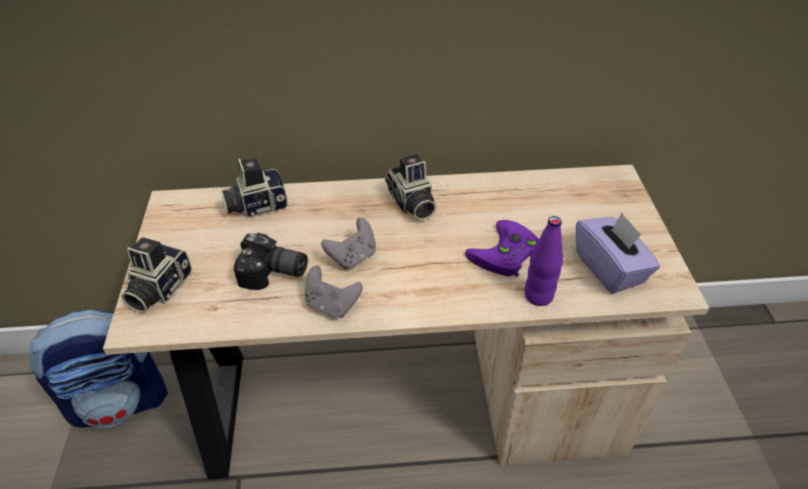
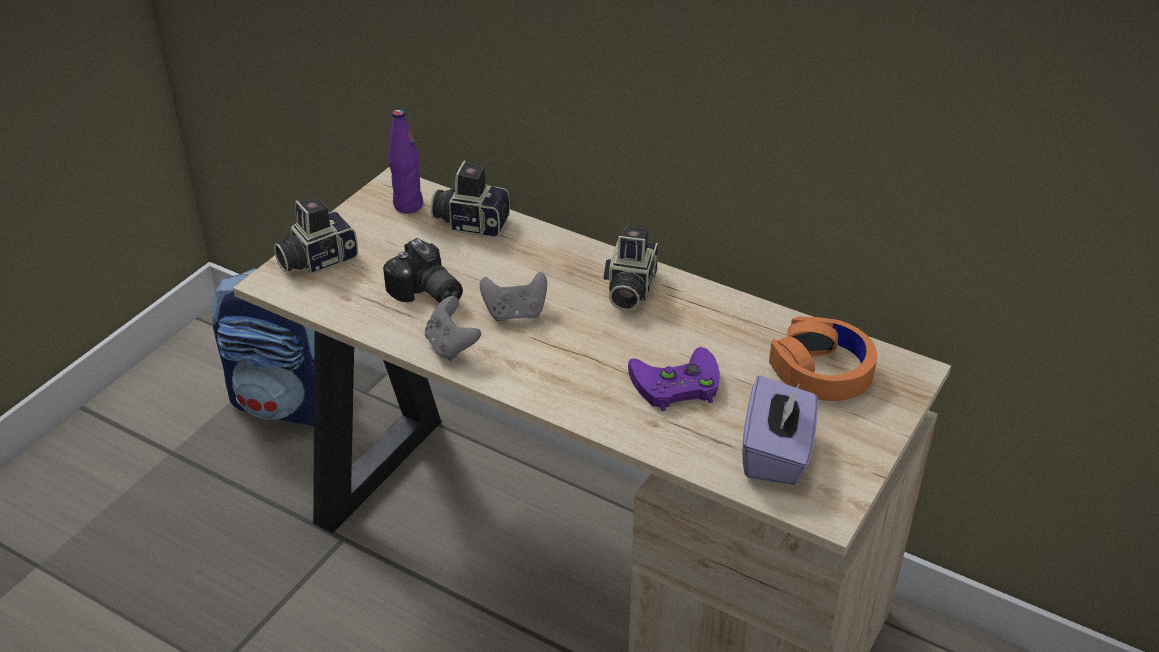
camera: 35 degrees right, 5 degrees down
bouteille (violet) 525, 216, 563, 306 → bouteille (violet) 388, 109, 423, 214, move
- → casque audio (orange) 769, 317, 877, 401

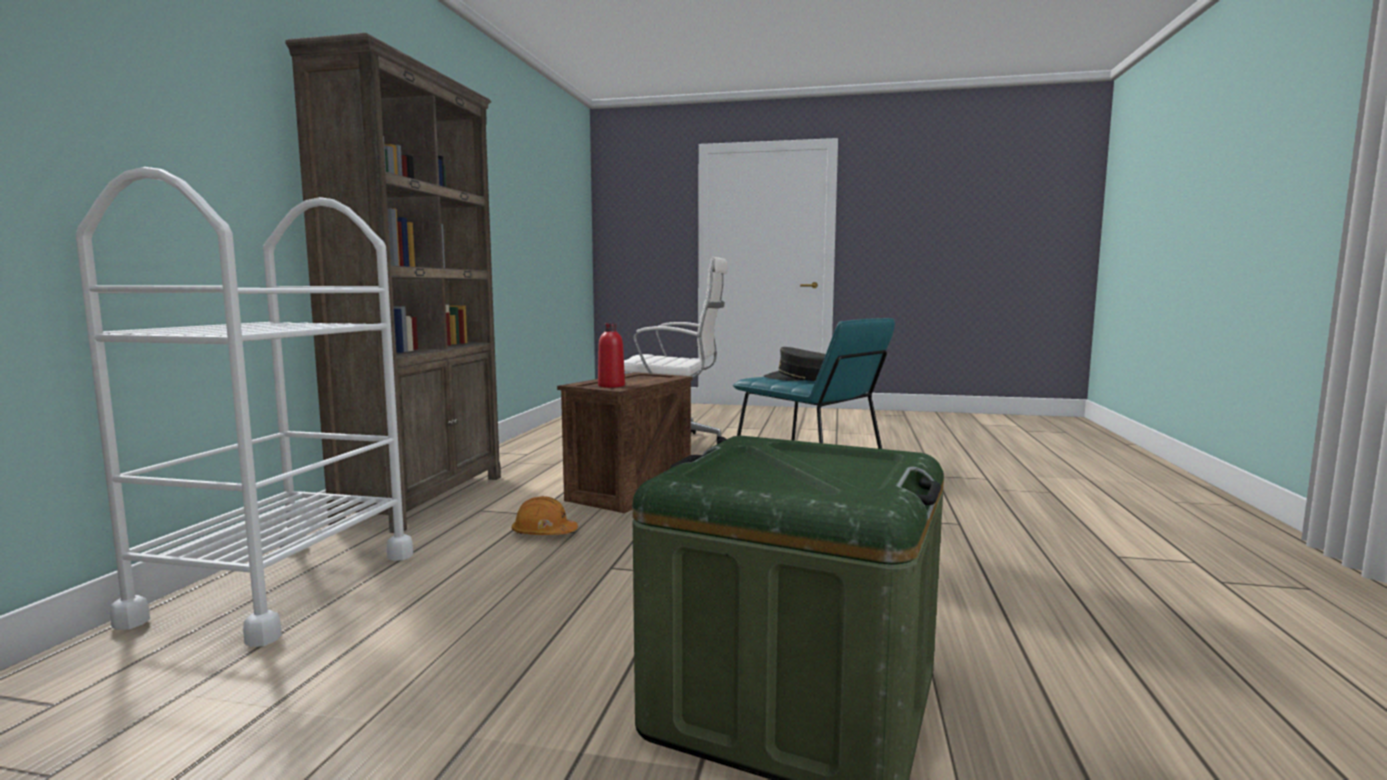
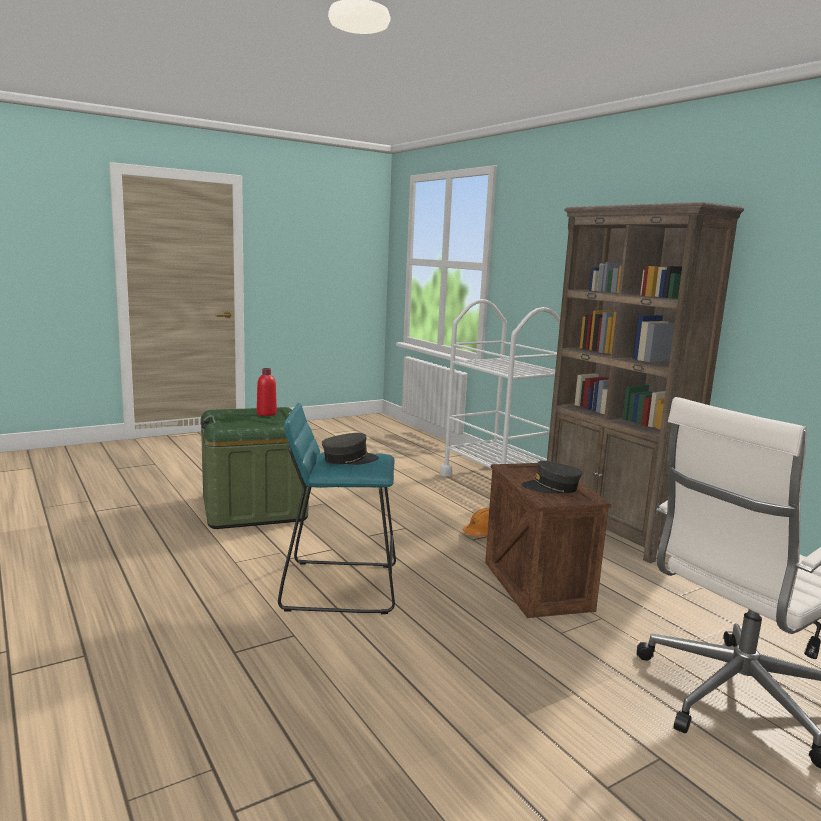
camera: 135 degrees right, 5 degrees up
bouteille (rouge) 598, 323, 625, 388 → bouteille (rouge) 257, 368, 277, 416, move
- → casquette (gris) 521, 461, 582, 494

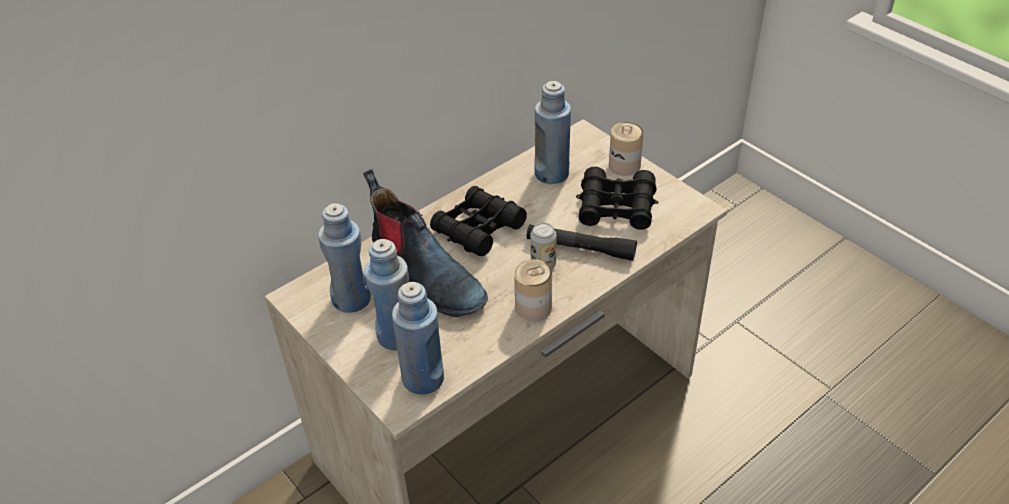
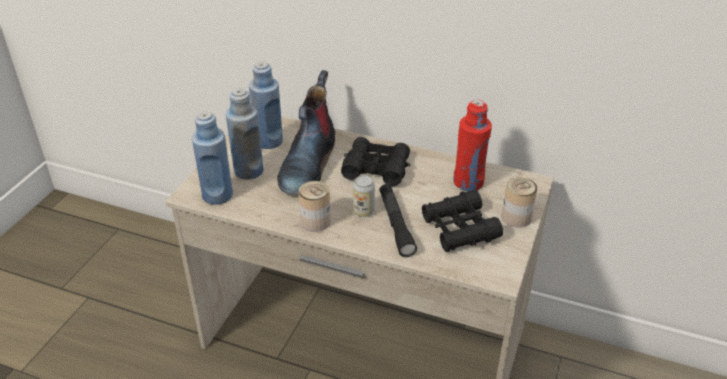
camera: 60 degrees right, 5 degrees down
bouteille (bleu) 534, 81, 571, 184 → bouteille (rouge) 453, 100, 492, 191

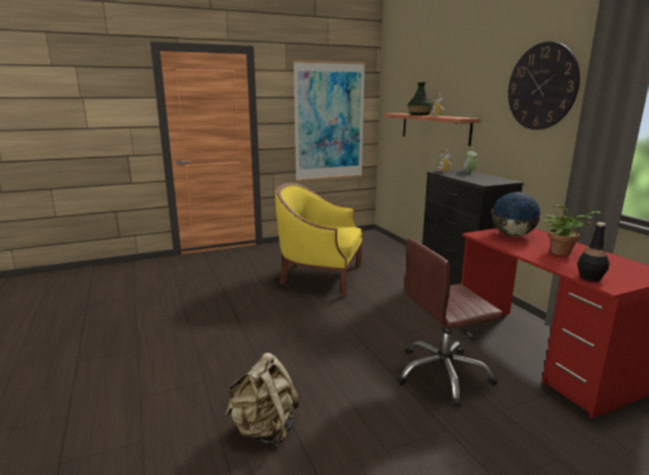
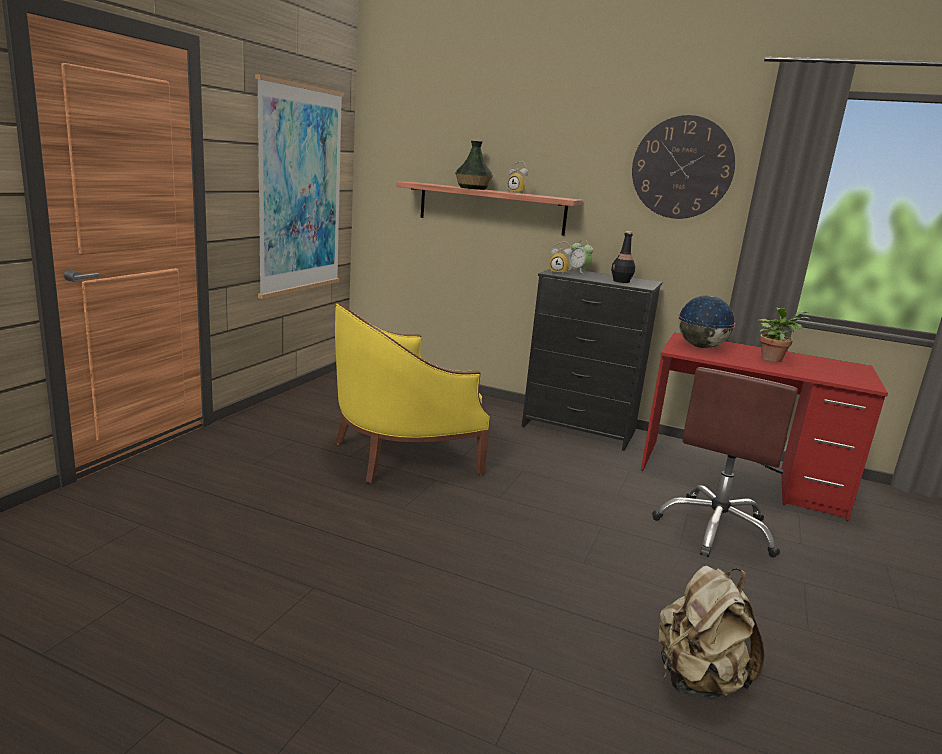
camera: 45 degrees left, 0 degrees up
bouteille (noir) 577, 222, 609, 282 → bouteille (noir) 611, 231, 635, 283, move

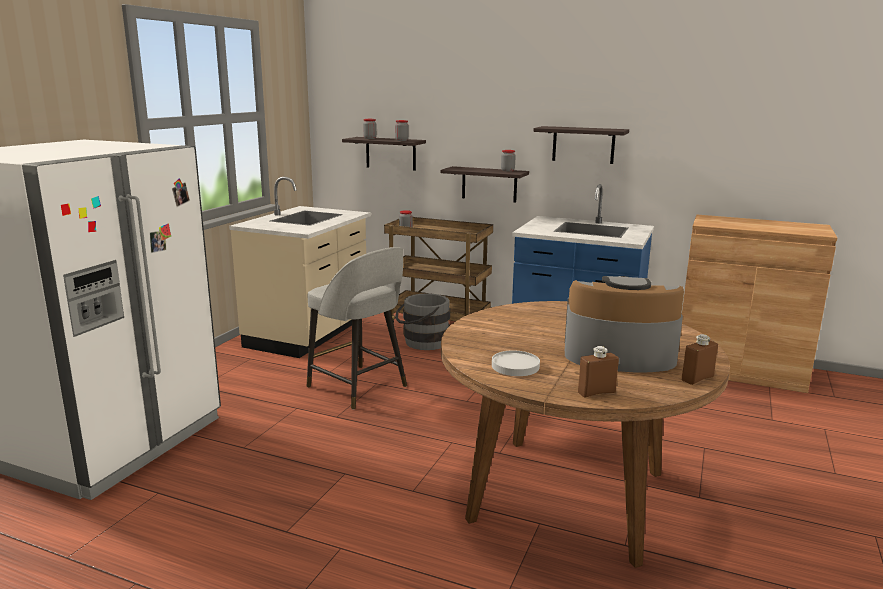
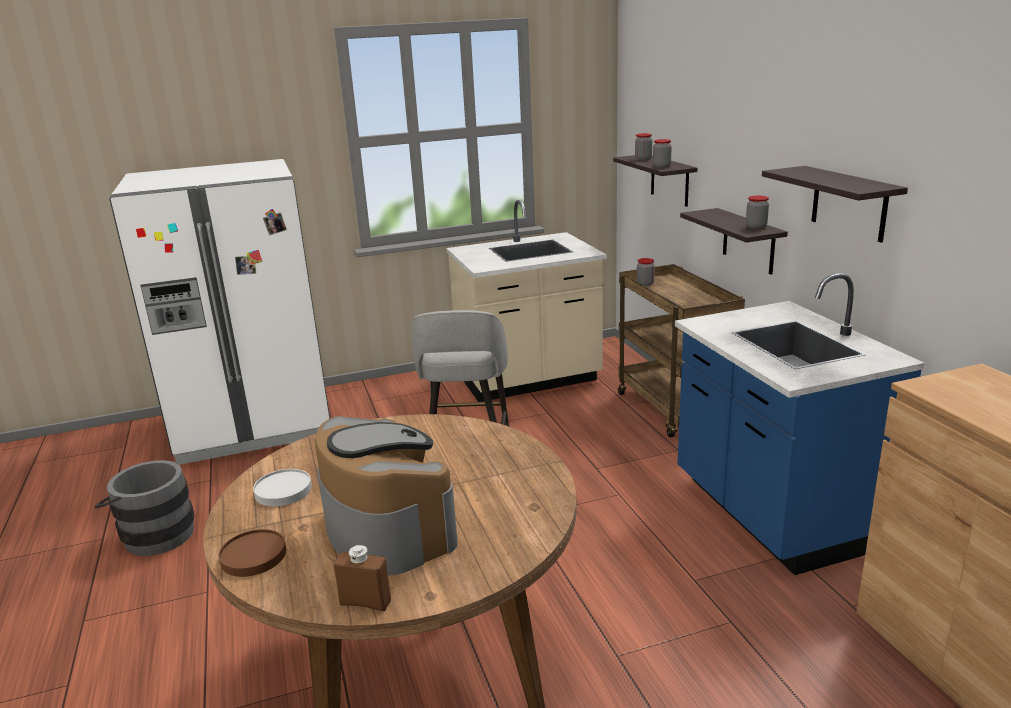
camera: 50 degrees right, 5 degrees up
seau (gris) 395, 293, 450, 350 → seau (gris) 95, 460, 194, 556, move
bouteille (marron) 578, 346, 619, 398 → assiette (marron) 219, 529, 286, 577

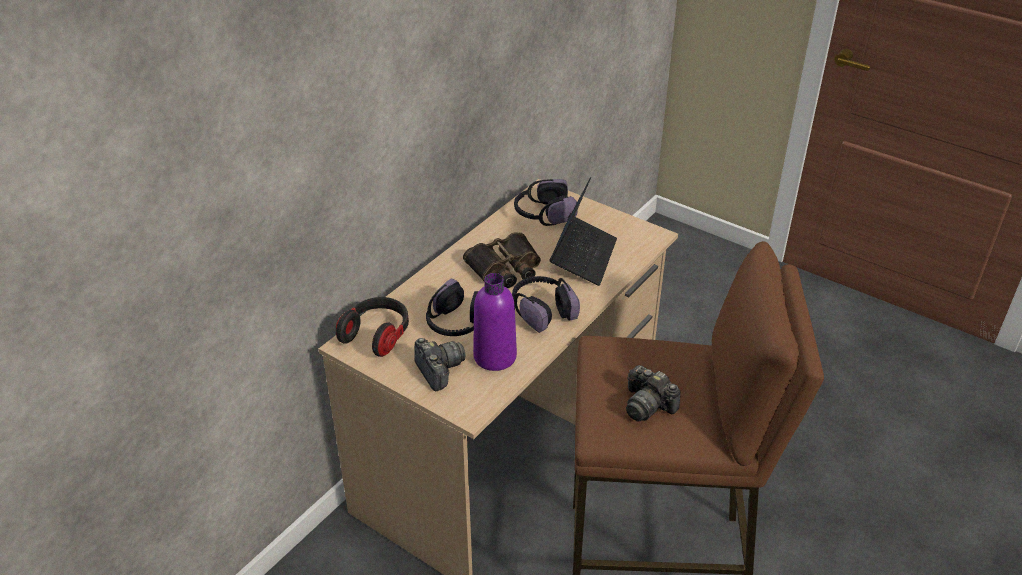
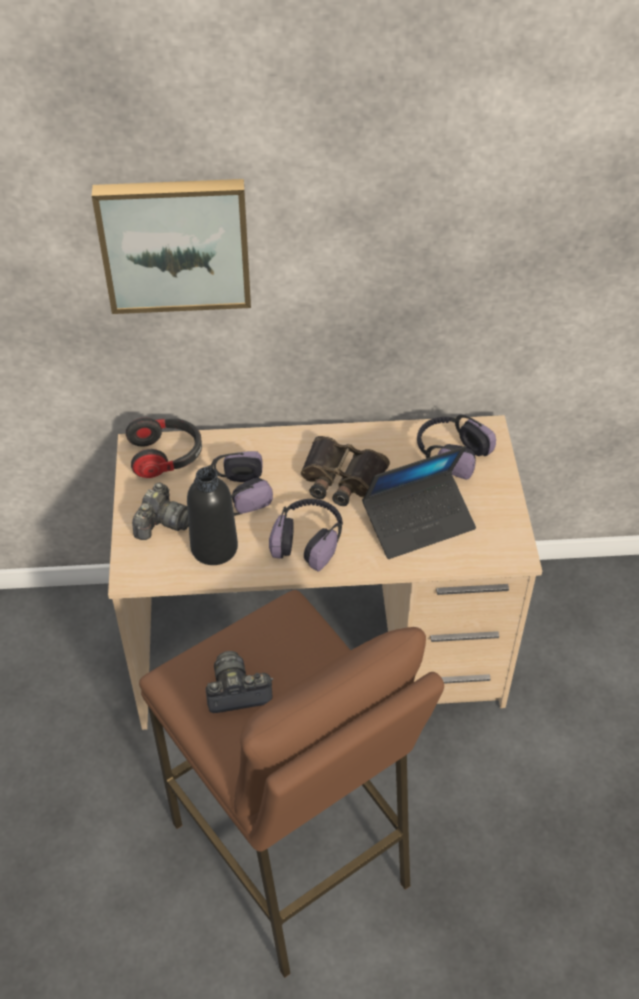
camera: 50 degrees right, 10 degrees up
bouteille (violet) 473, 273, 517, 371 → bouteille (noir) 187, 467, 238, 565
appareil photo 626, 365, 681, 421 → appareil photo 206, 651, 273, 713, 75 degrees clockwise
- → tableau 92, 179, 251, 314

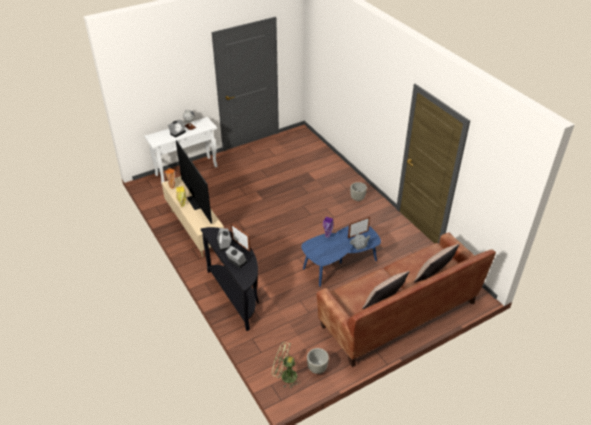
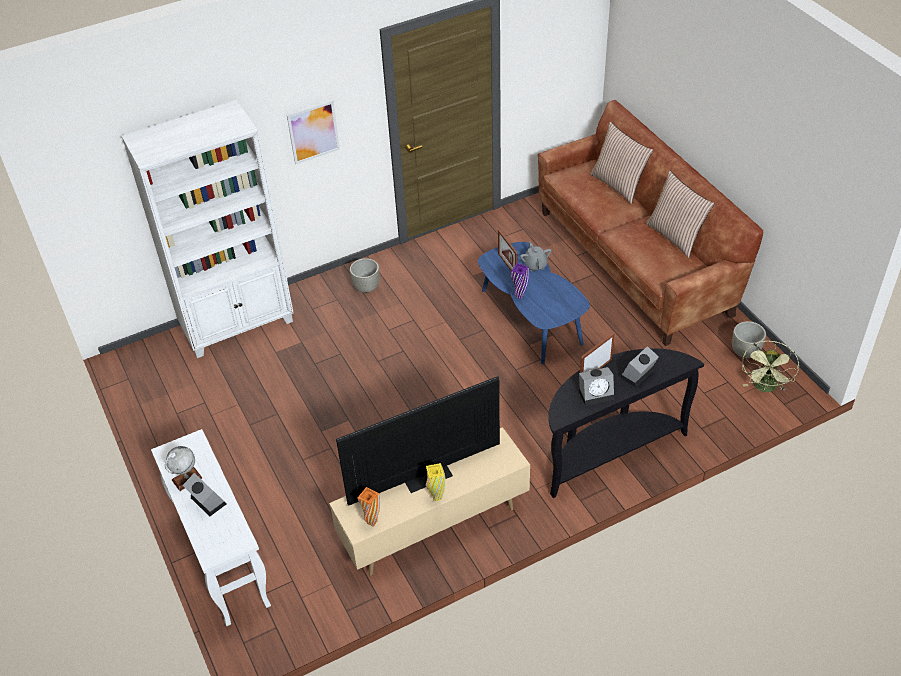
camera: 85 degrees left, 5 degrees up
- → bibliothèque (blanc) 122, 100, 294, 358
- → tableau 287, 100, 340, 164

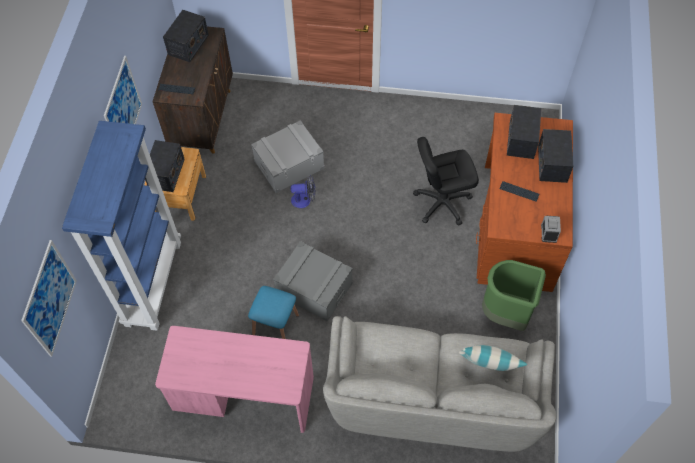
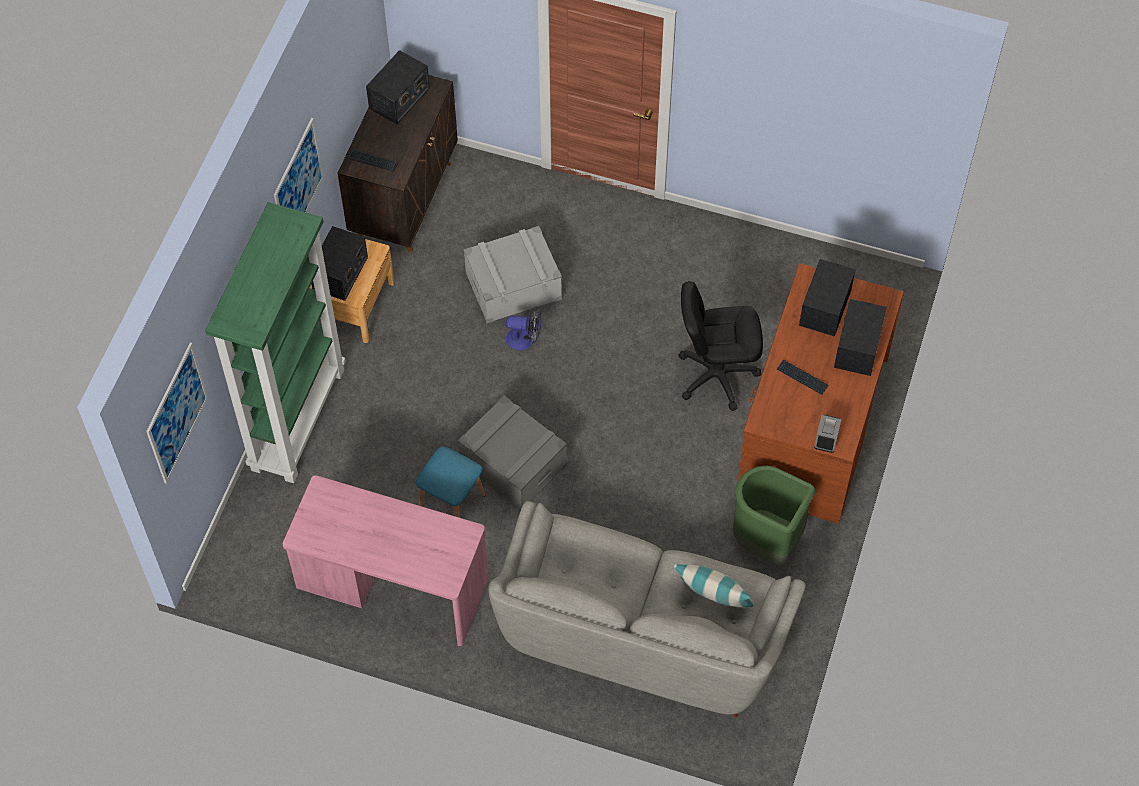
camera: 10 degrees right, 0 degrees up
bibliothèque (bleu) 62, 121, 181, 331 → bibliothèque (vert) 205, 202, 346, 483

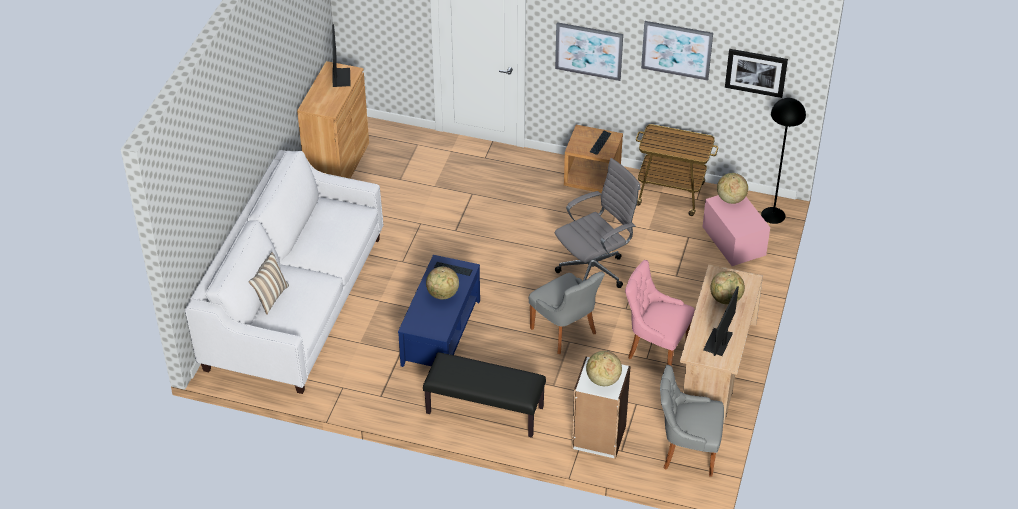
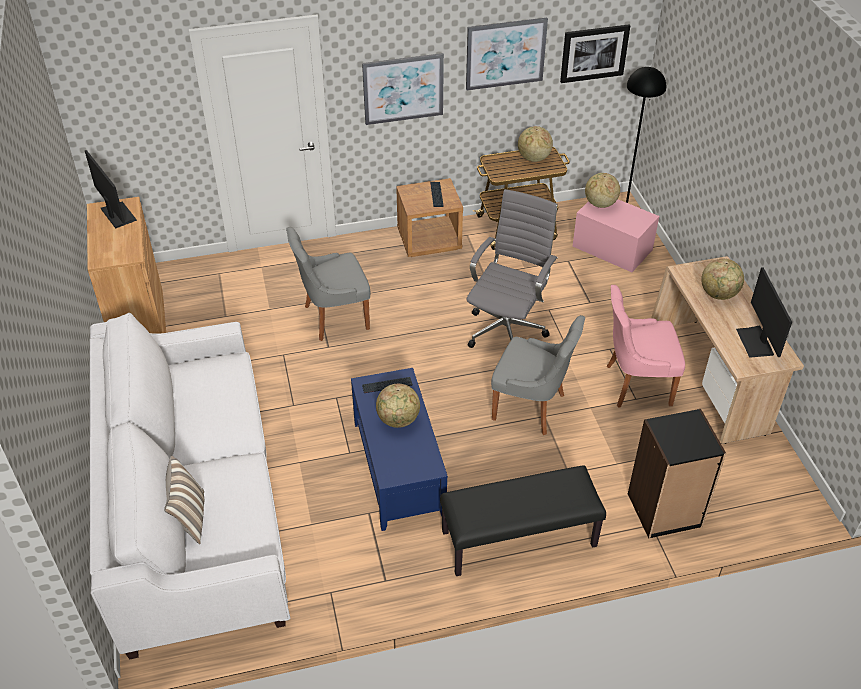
camera: 30 degrees left, 0 degrees up
globe 586, 351, 622, 386 → globe 518, 126, 553, 162, move
bibliothèque (blanc) 572, 357, 631, 459 → bibliothèque (noir) 628, 409, 726, 538
chaise (gris) 660, 365, 724, 477 → chaise (gris) 286, 227, 371, 341, move

